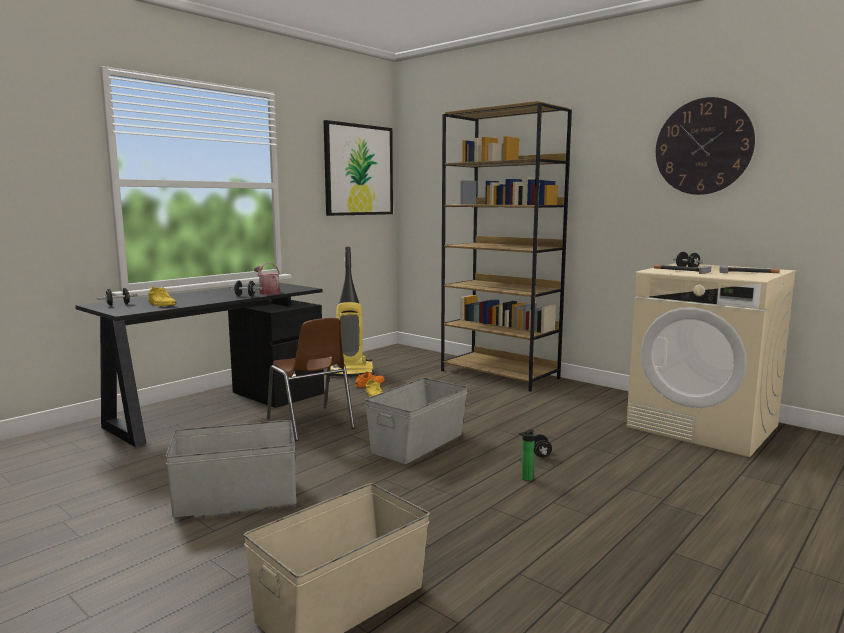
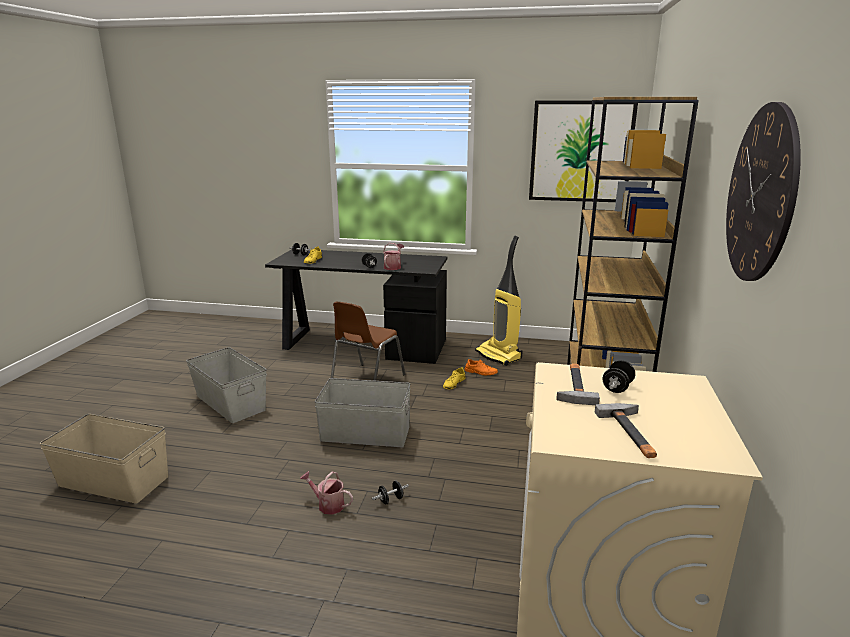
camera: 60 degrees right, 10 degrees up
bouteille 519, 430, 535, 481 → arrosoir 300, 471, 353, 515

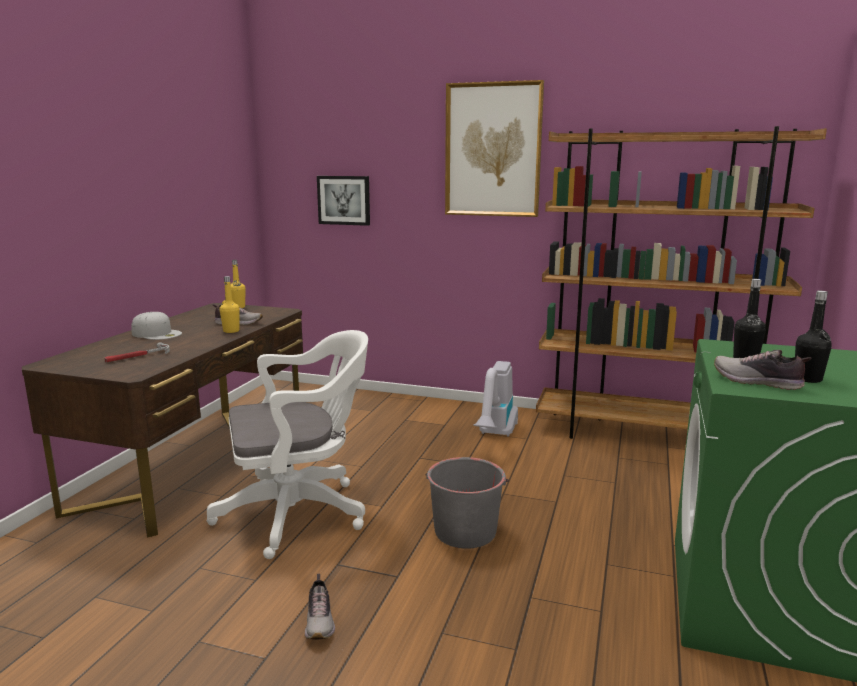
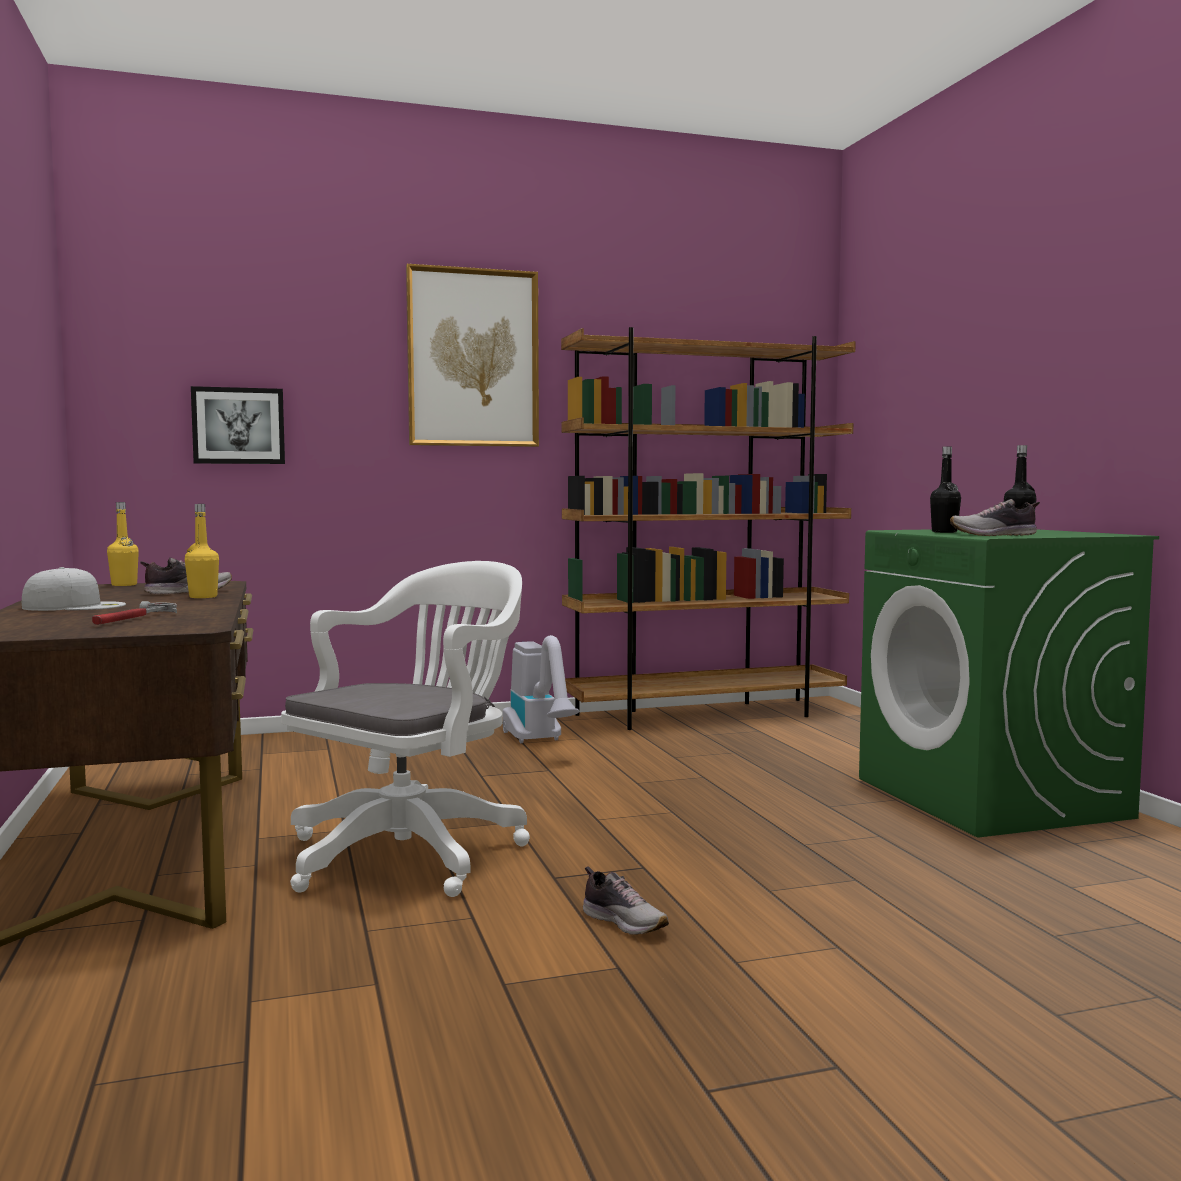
camera: 35 degrees left, 10 degrees down
seau (gris) 426, 457, 509, 549 → -

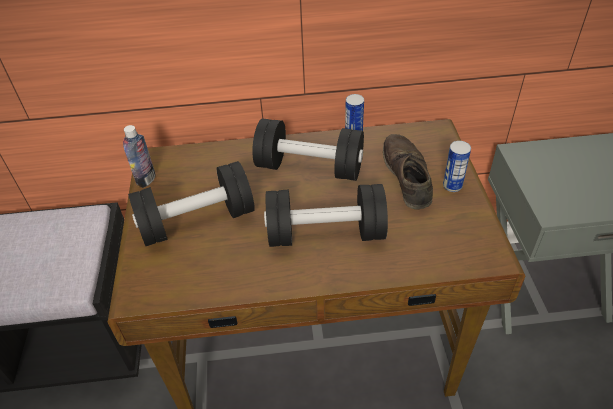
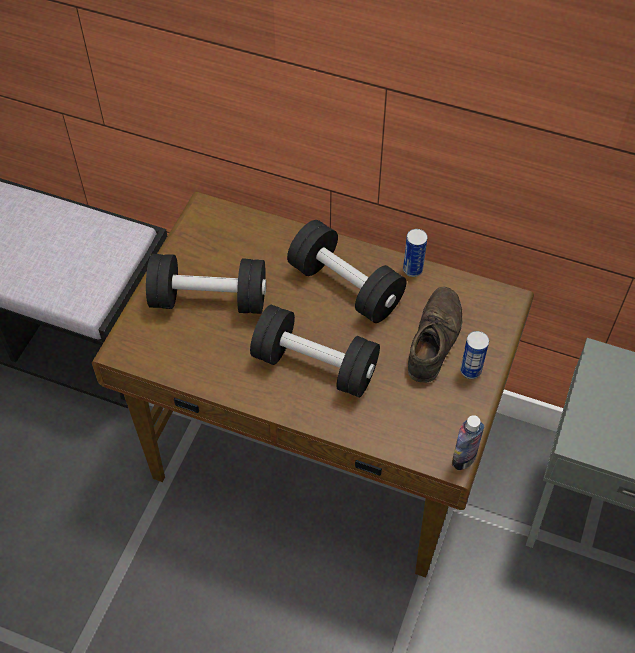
camera: 25 degrees right, 10 degrees up
bouteille 123, 125, 156, 188 → bouteille 451, 415, 484, 470, move

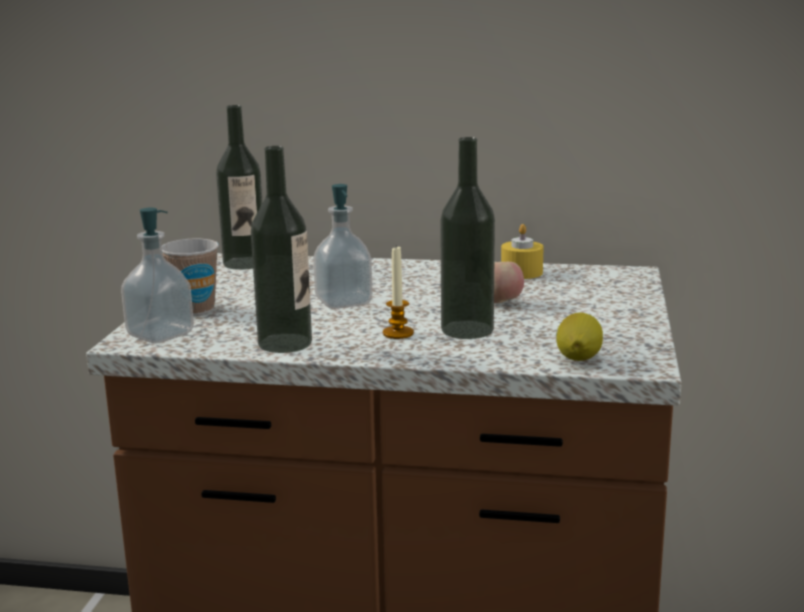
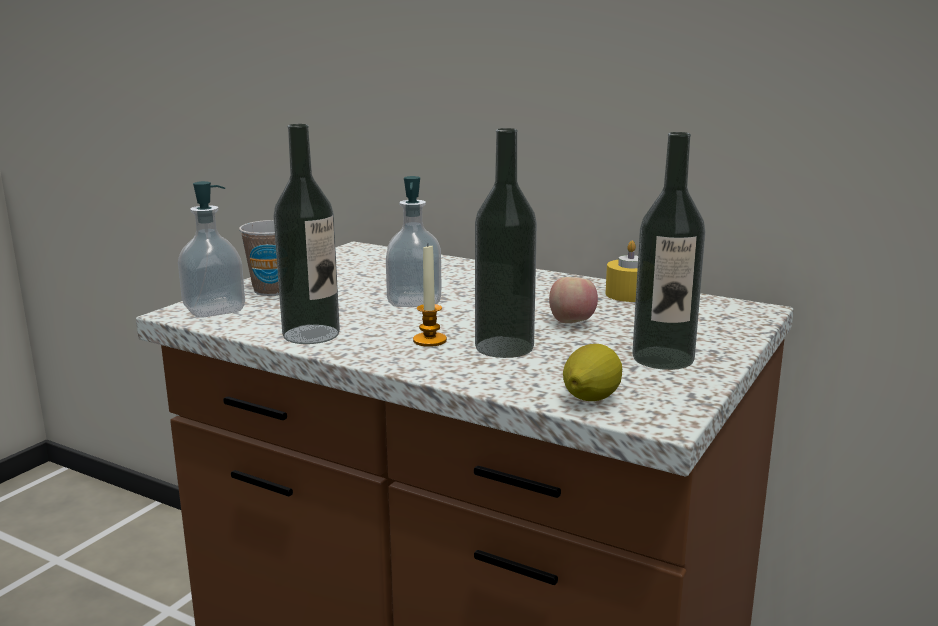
camera: 20 degrees right, 0 degrees up
bouteille 216, 105, 263, 270 → bouteille 632, 132, 705, 370, move

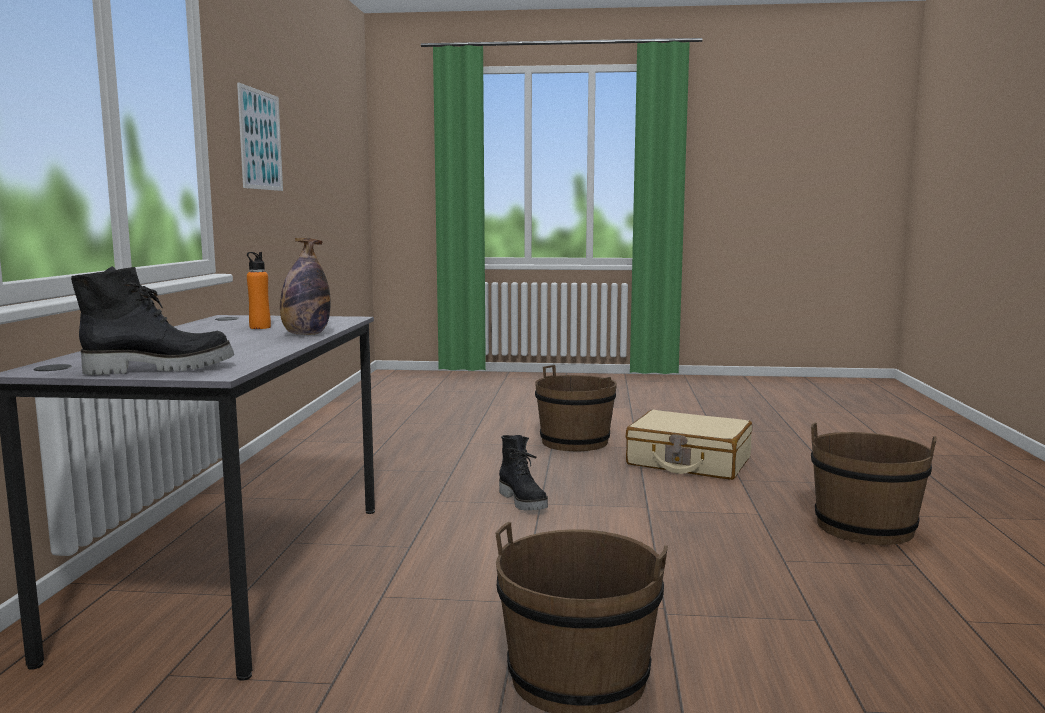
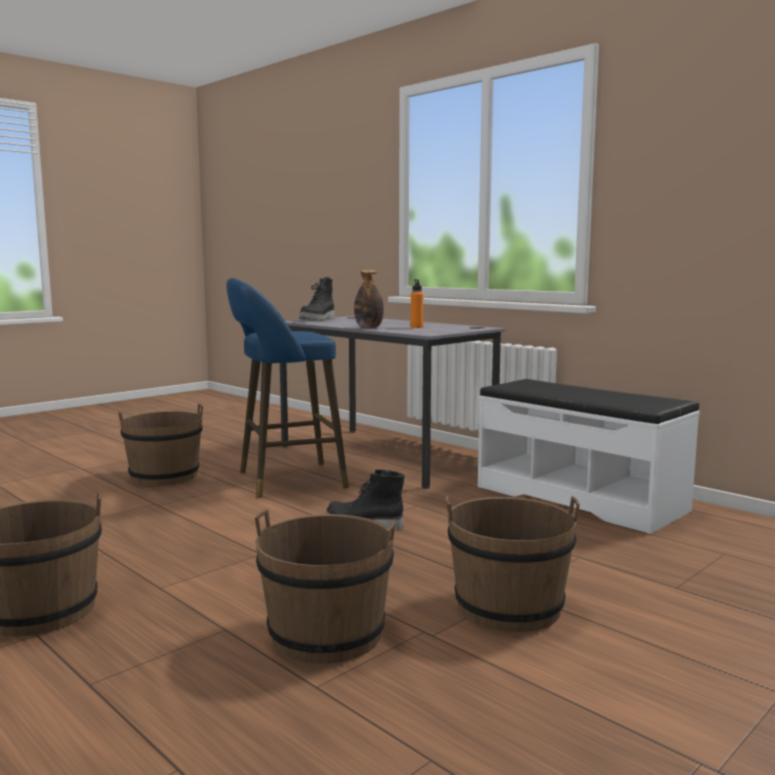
camera: 130 degrees right, 0 degrees up
tableau 237, 83, 283, 191 → -
valise (beige) 626, 410, 752, 480 → seau (marron) 255, 509, 396, 663
- → tabouret (bleu) 226, 278, 349, 498
- → banc (blanc) 478, 379, 700, 534

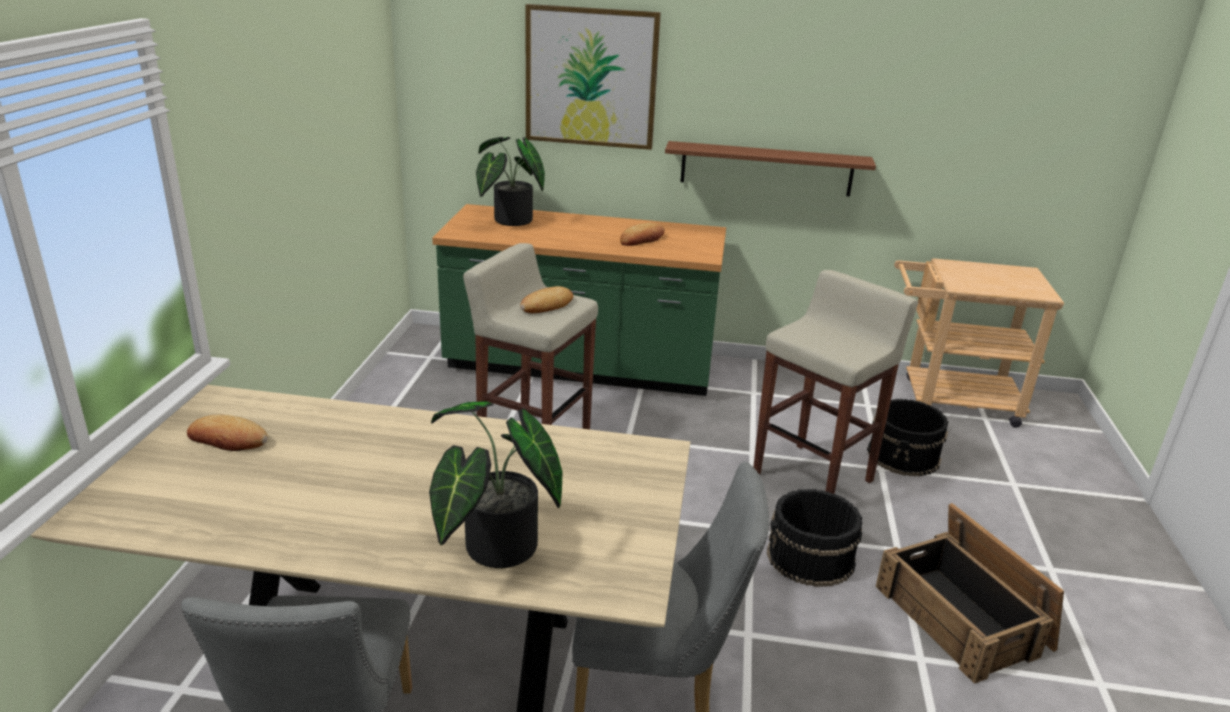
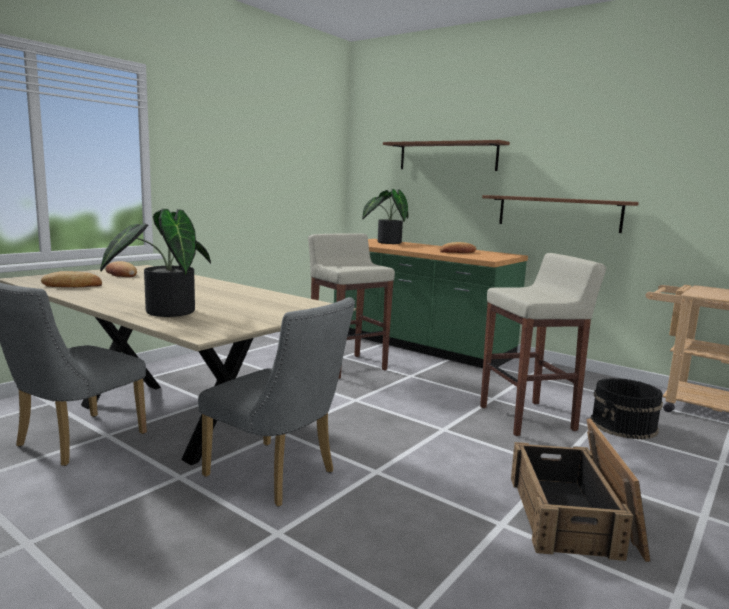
camera: 30 degrees right, 15 degrees down
tableau 526, 4, 661, 150 → étagère (marron) 383, 140, 510, 171
pain 520, 286, 573, 313 → pain 41, 271, 102, 287, move
seau (noir) 767, 489, 862, 587 → -

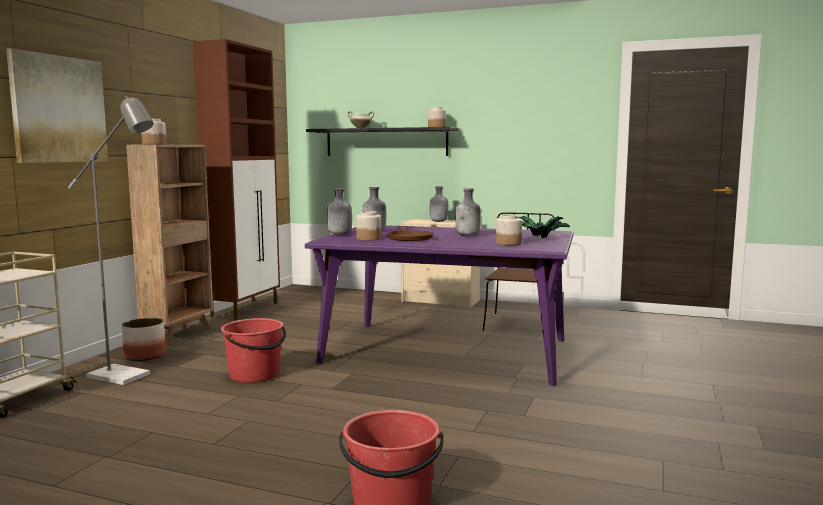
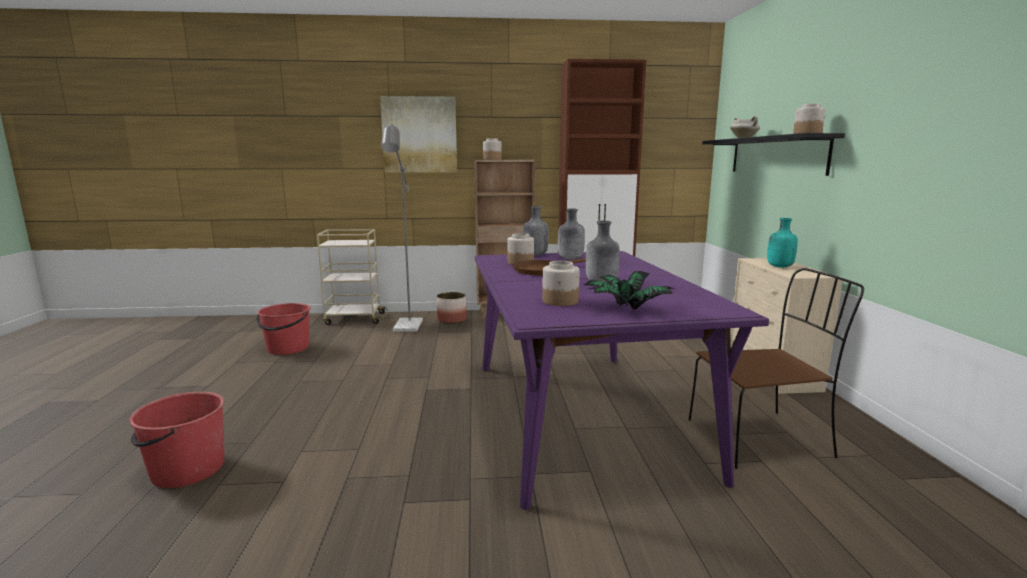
camera: 65 degrees right, 5 degrees up
bouteille (gris) 430, 186, 448, 222 → bouteille (turquoise) 767, 218, 798, 267
seau (rouge) 221, 318, 286, 383 → seau (rouge) 256, 303, 311, 355, move

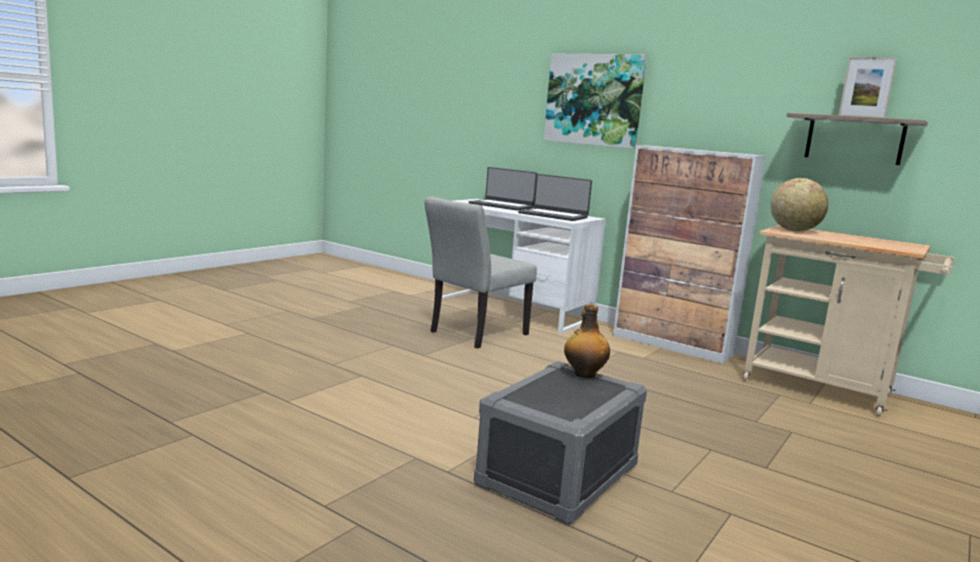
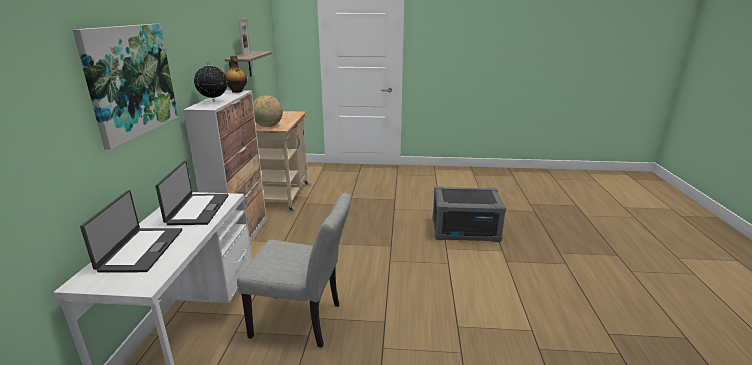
camera: 120 degrees left, 10 degrees up
bouteille 564, 304, 610, 378 → bouteille 225, 55, 247, 93, move
- → globe 194, 62, 228, 102

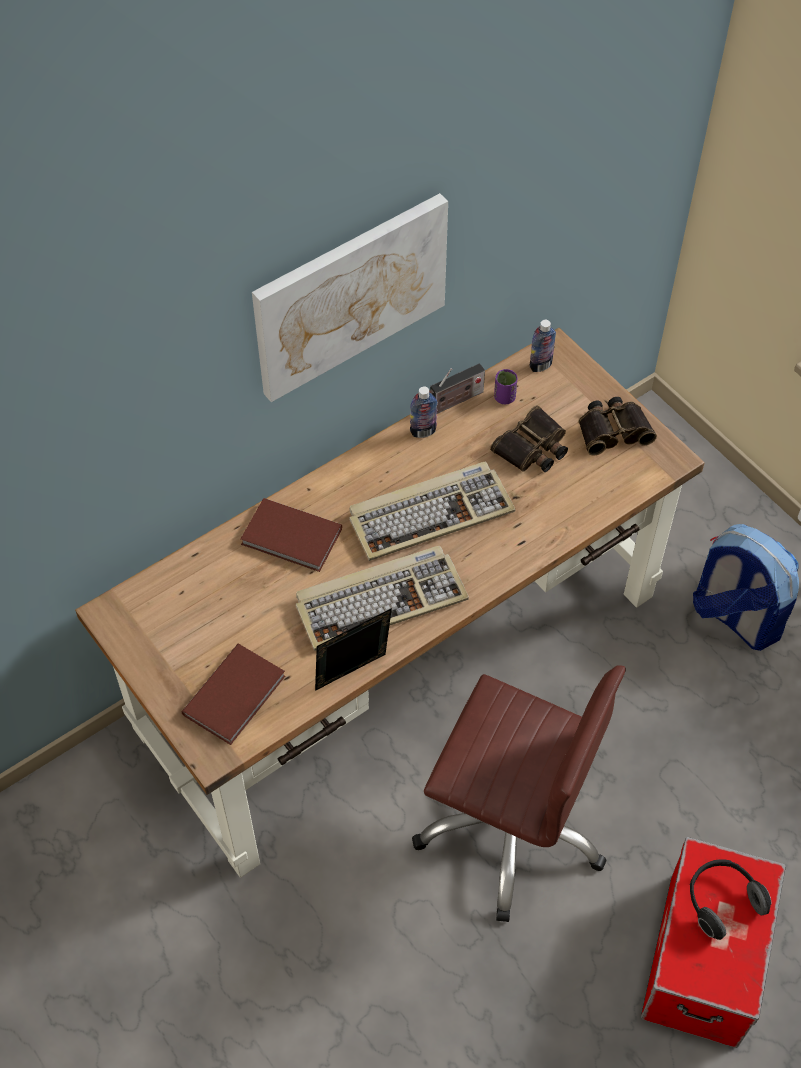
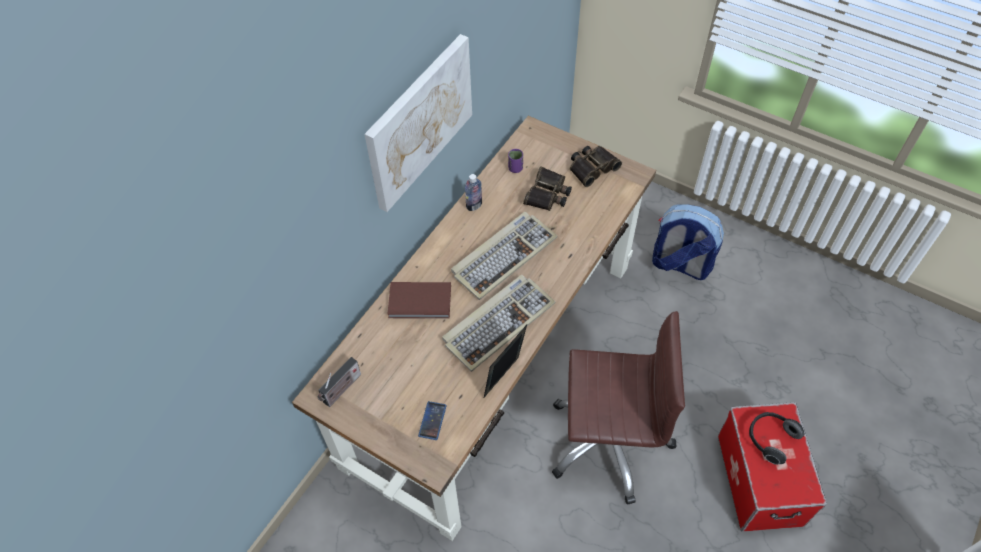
camera: 20 degrees left, 0 degrees up
bouteille 529, 320, 556, 372 → -
radio 429, 363, 485, 414 → radio 317, 357, 361, 407, move
livre (marron) 181, 644, 285, 745 → téléphone 418, 401, 447, 440

